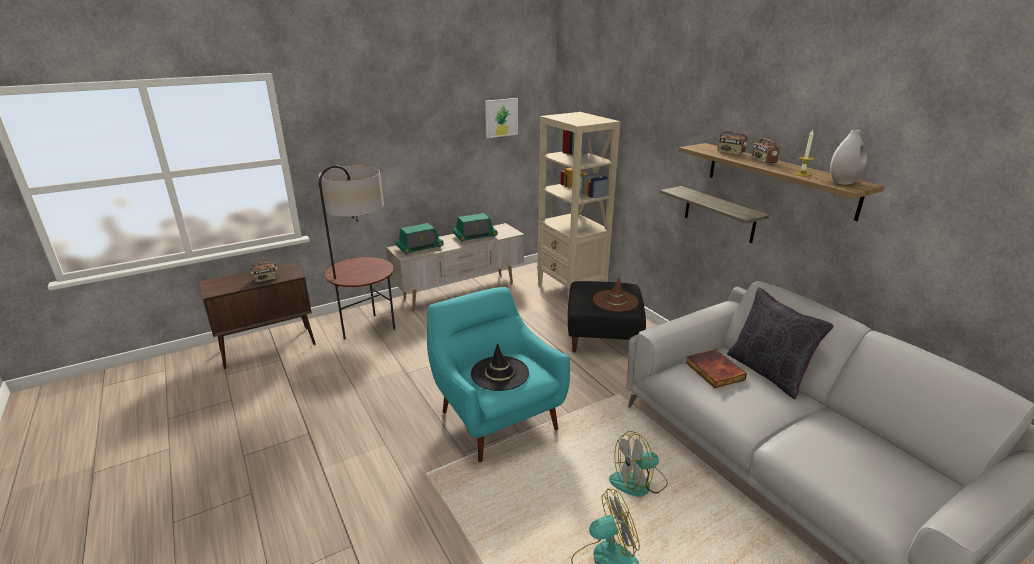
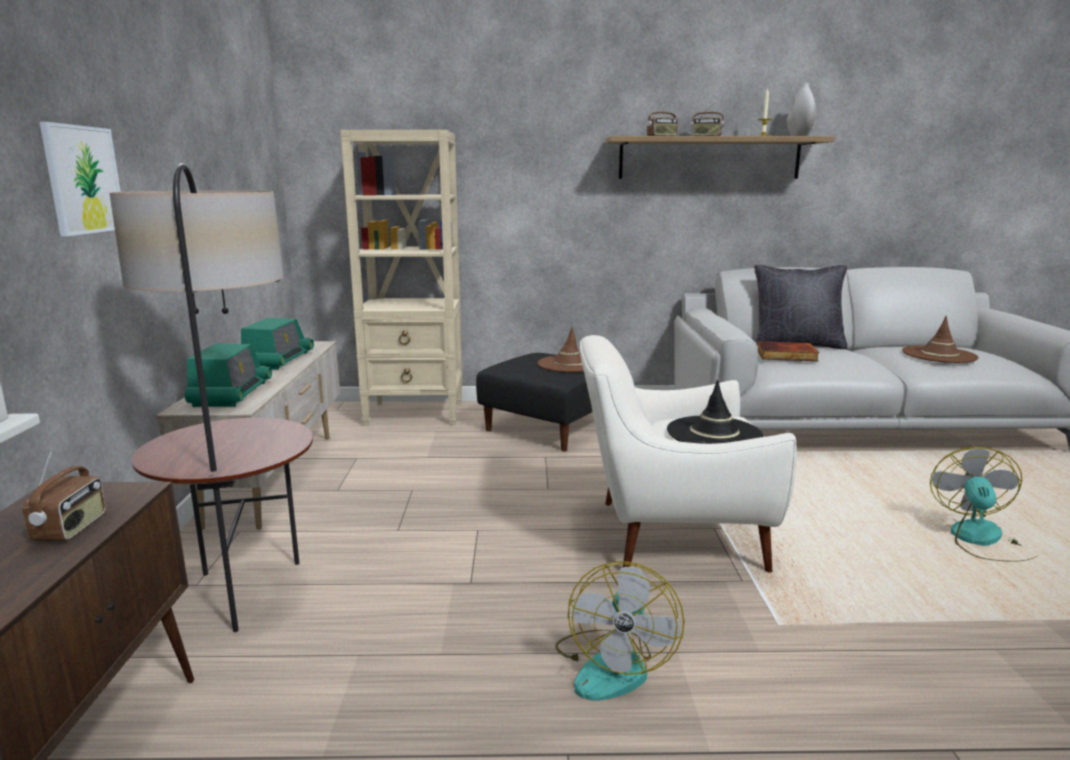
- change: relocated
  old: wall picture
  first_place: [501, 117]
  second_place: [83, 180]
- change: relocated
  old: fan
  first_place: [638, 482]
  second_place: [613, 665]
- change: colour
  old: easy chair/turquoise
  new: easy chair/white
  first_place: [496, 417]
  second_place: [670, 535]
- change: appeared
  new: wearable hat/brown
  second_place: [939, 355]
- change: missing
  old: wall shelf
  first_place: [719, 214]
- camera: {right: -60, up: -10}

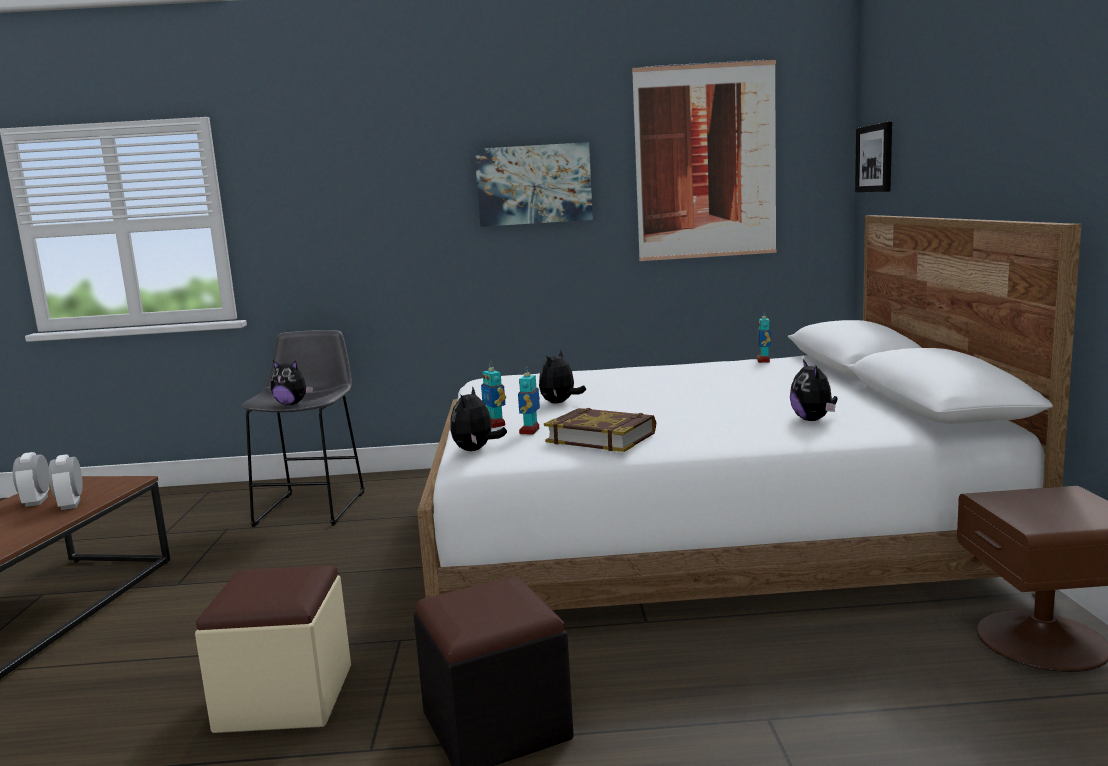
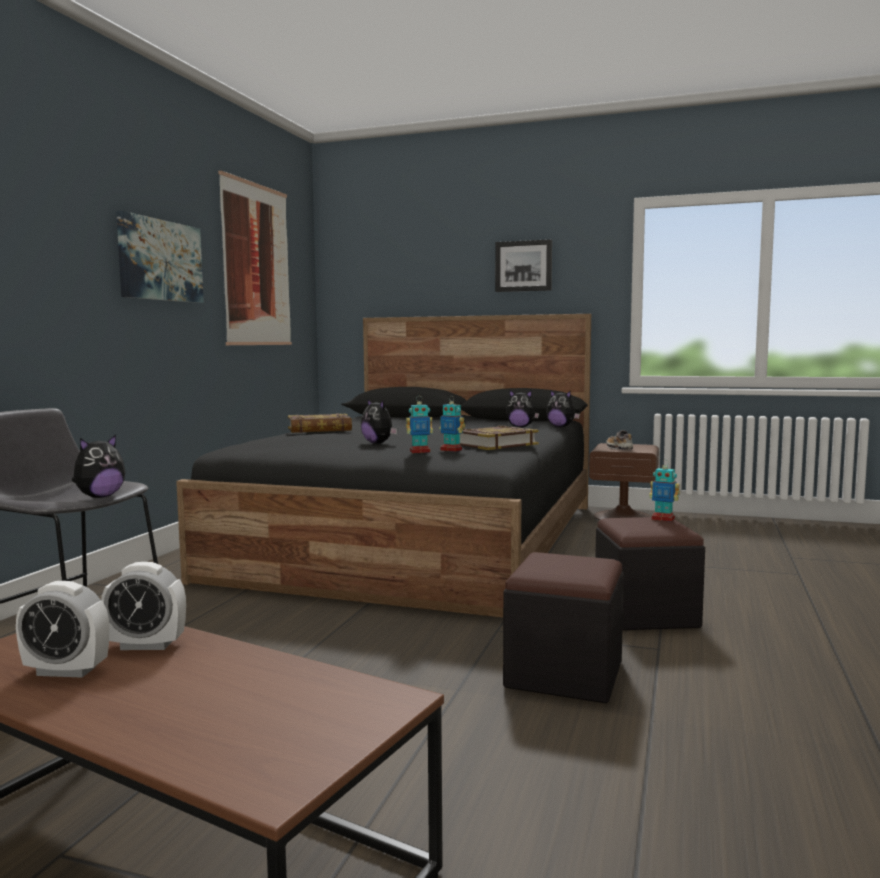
- change: colour
  old: bed/white
  new: bed/black-coloured
  first_place: [699, 534]
  second_place: [423, 539]
- change: appeared
  new: bound book
  second_place: [319, 429]
- change: relocated
  old: wall picture
  first_place: [875, 158]
  second_place: [523, 266]
- change: colour
  old: ottoman/beige-coloured
  new: ottoman/black-coloured
  first_place: [285, 698]
  second_place: [564, 674]
- change: relocated
  old: plush toy
  first_place: [476, 450]
  second_place: [561, 427]
- change: appeared
  new: low shoe
  second_place: [619, 448]
- change: relocated
  old: toy robot
  first_place: [763, 360]
  second_place: [663, 519]
- camera: {right: -70, up: -5}

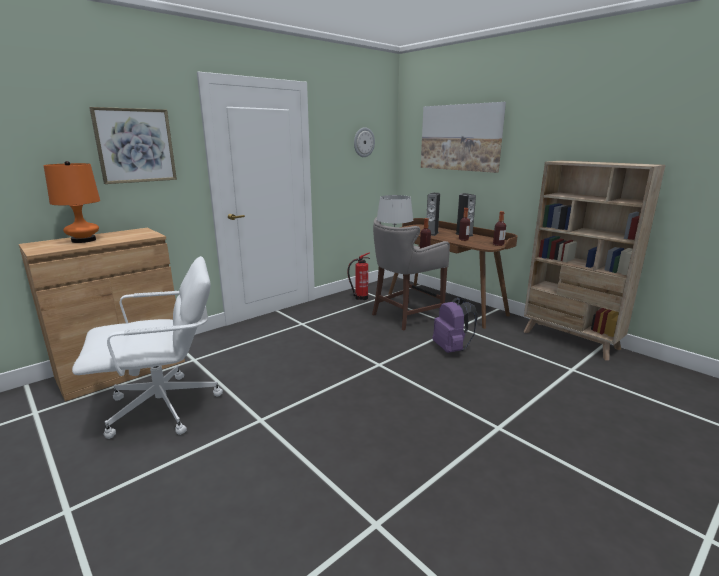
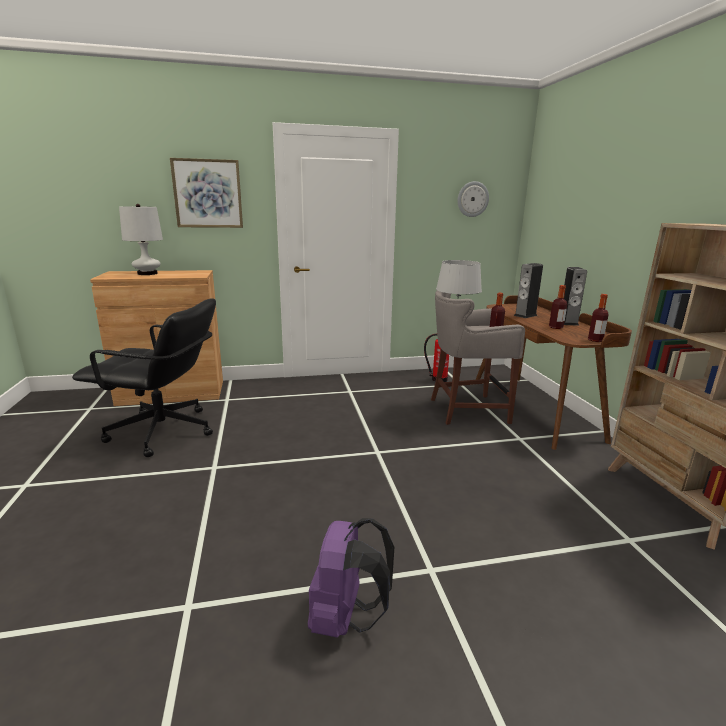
- change: colour
  old: computer chair/white
  new: computer chair/black-coloured
  first_place: [165, 407]
  second_place: [163, 432]
- change: colour
  old: lamp for a table/orange
  new: lamp for a table/white
  first_place: [84, 240]
  second_place: [147, 273]
- change: relocated
  old: backpack/purplish
  first_place: [451, 349]
  second_place: [346, 617]
- change: missing
  old: wall picture
  first_place: [460, 137]
- camera: {right: 30, up: 0}

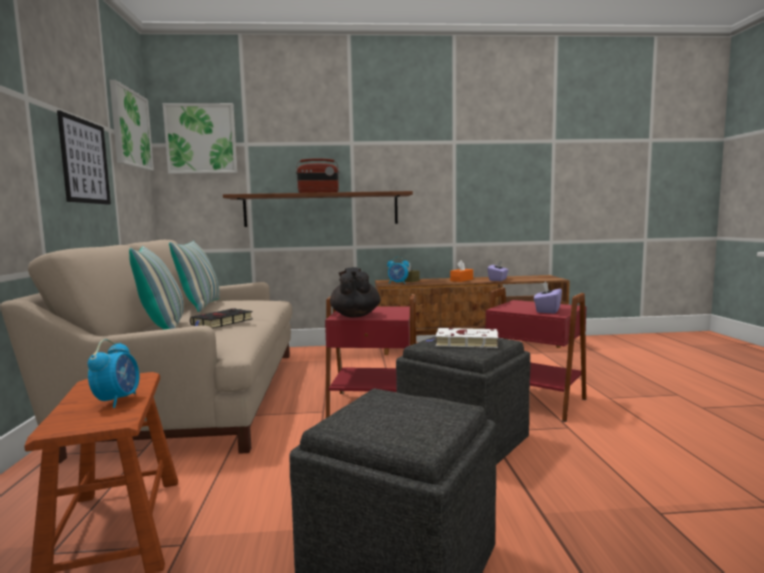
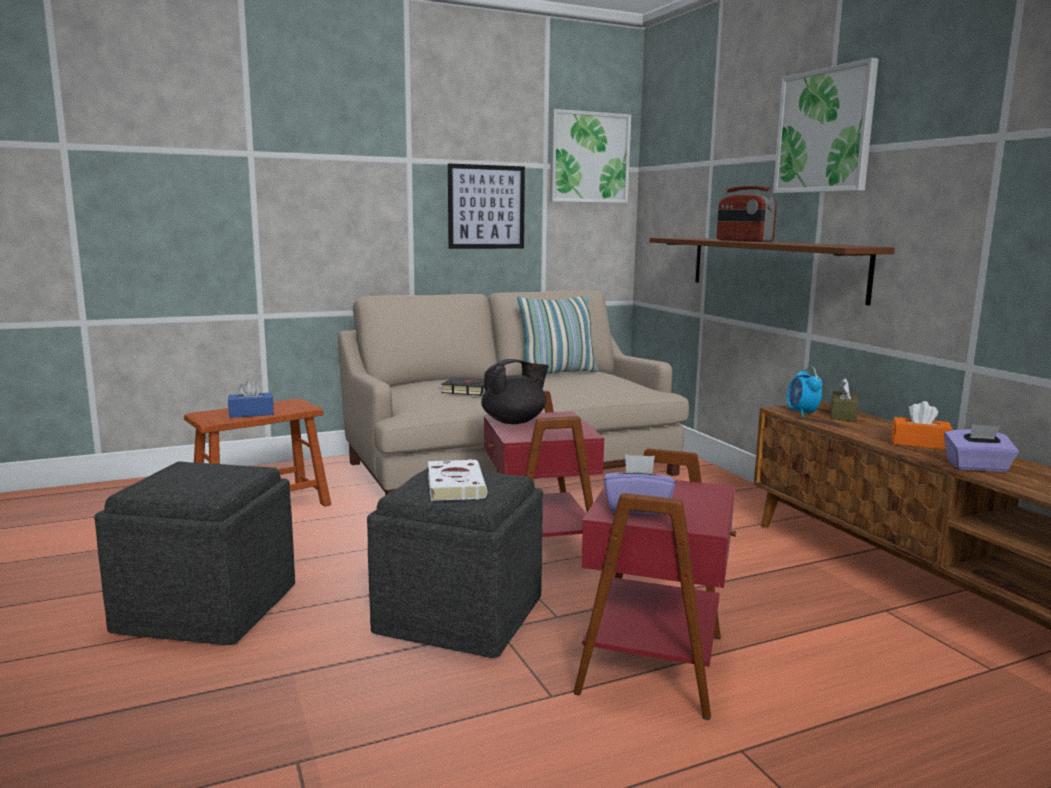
- change: exchanged
  old: bedside clock
  new: tissue box/blue-coloured
  first_place: [117, 400]
  second_place: [251, 413]
- change: relocated
  old: wall picture
  first_place: [201, 139]
  second_place: [824, 131]
- change: missing
  old: pillow
  first_place: [163, 328]
- camera: {right: 70, up: 5}

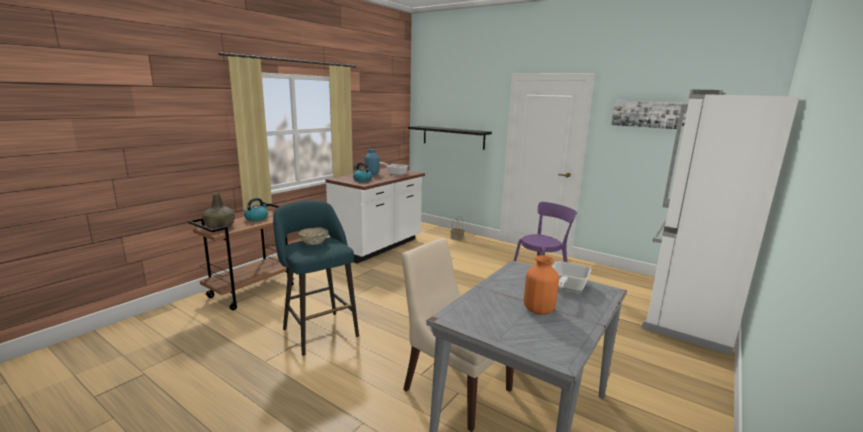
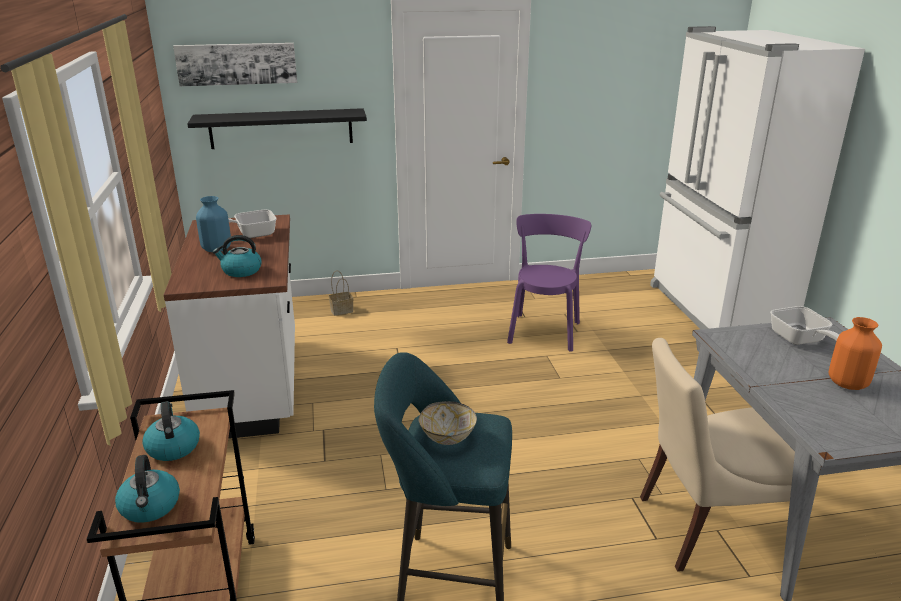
- change: exchanged
  old: bottle/green
  new: tea kettle
  first_place: [220, 226]
  second_place: [150, 507]
- change: relocated
  old: wall picture
  first_place: [653, 114]
  second_place: [237, 64]
- camera: {right: -45, up: 10}

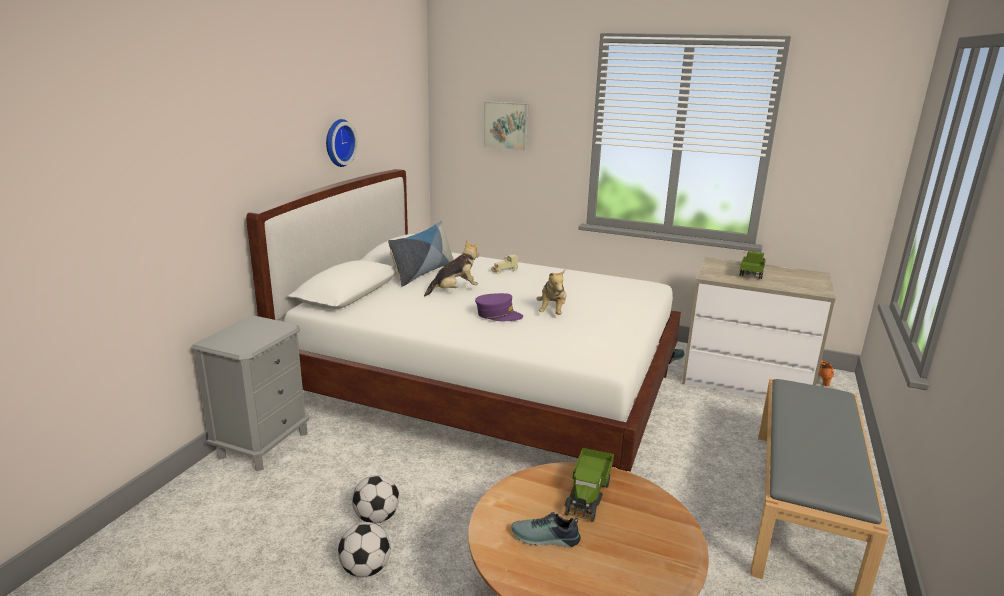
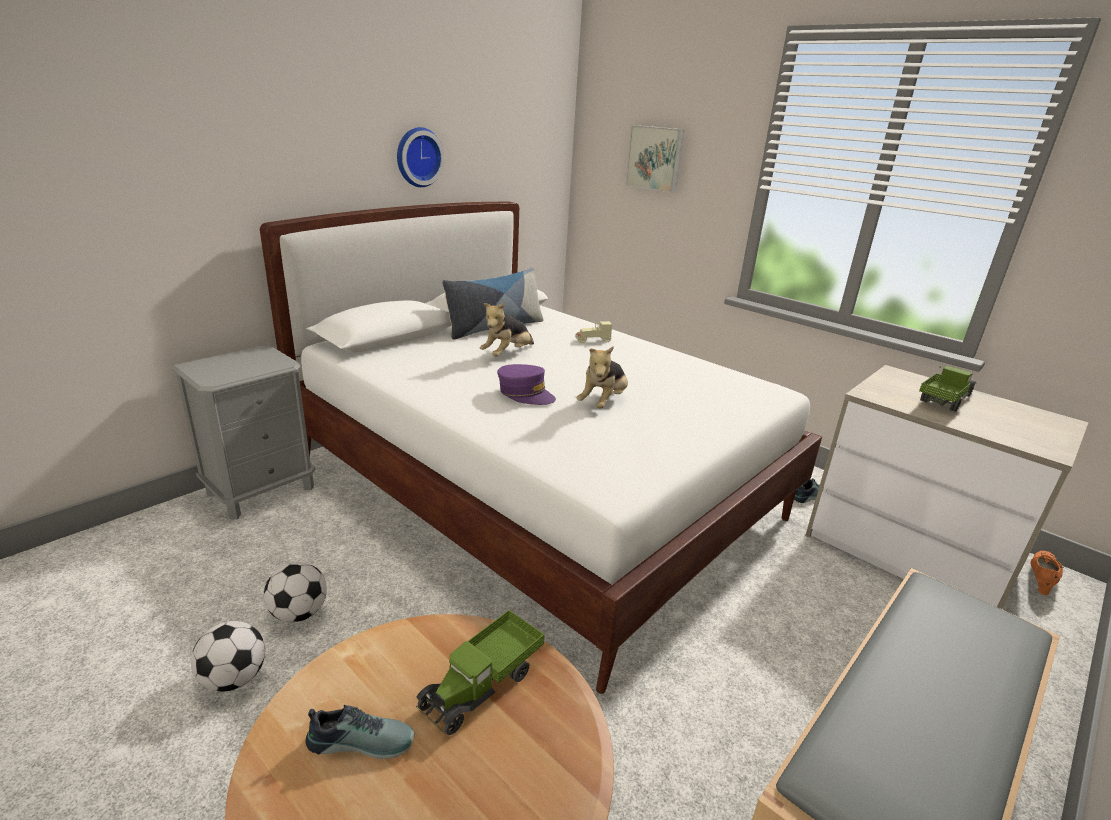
- change: spun
  old: low shoe
  first_place: [545, 539]
  second_place: [362, 739]
  degrees: 150
- change: spun
  old: plush toy
  first_place: [454, 291]
  second_place: [507, 354]
  degrees: 135
- camera: {right: 20, up: 5}

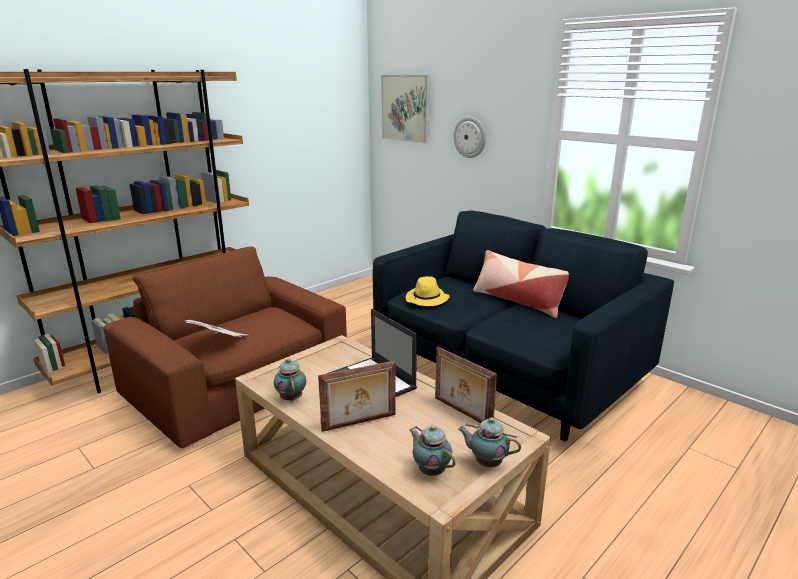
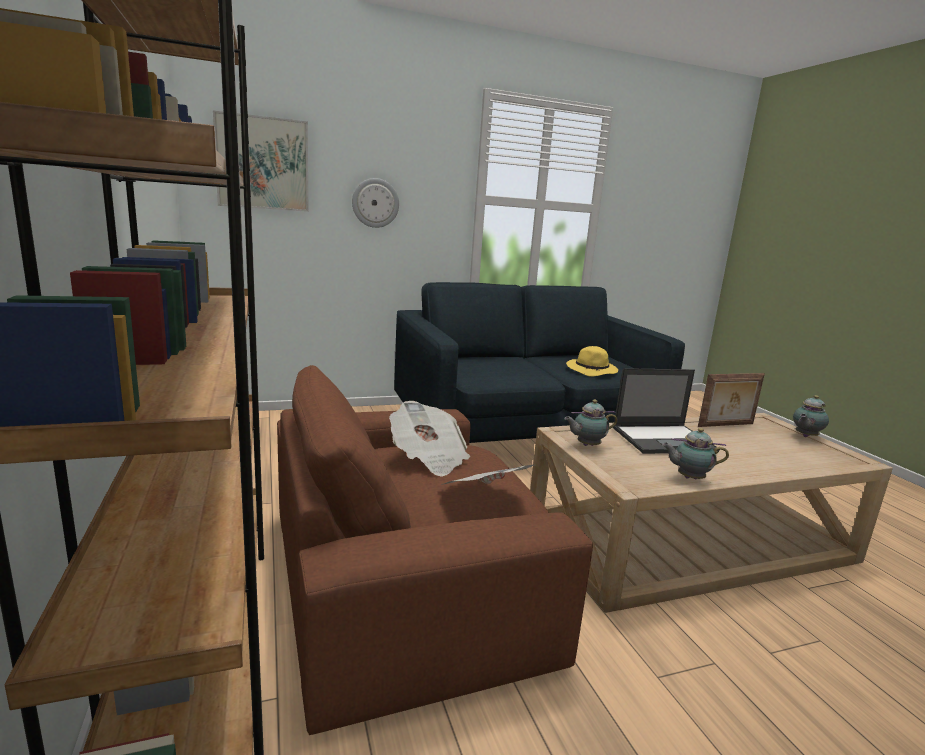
- change: appeared
  new: newspaper
  second_place: [428, 458]
- change: relocated
  old: teapot
  first_place: [430, 470]
  second_place: [586, 445]
- change: relocated
  old: wearable hat/yellowish
  first_place: [427, 300]
  second_place: [592, 371]
- change: missing
  old: picture frame
  first_place: [359, 423]
- change: missing
  old: pillow
  first_place: [517, 301]
- camera: {right: -65, up: -5}

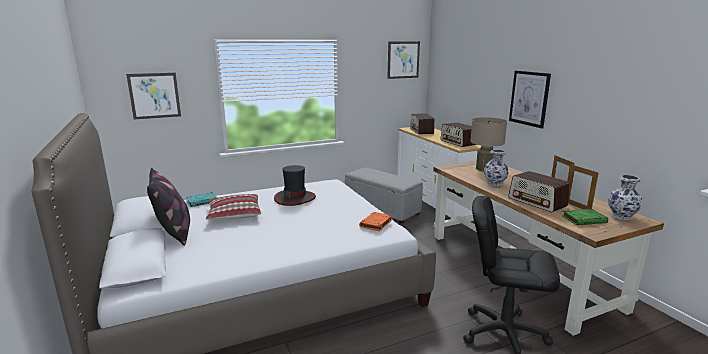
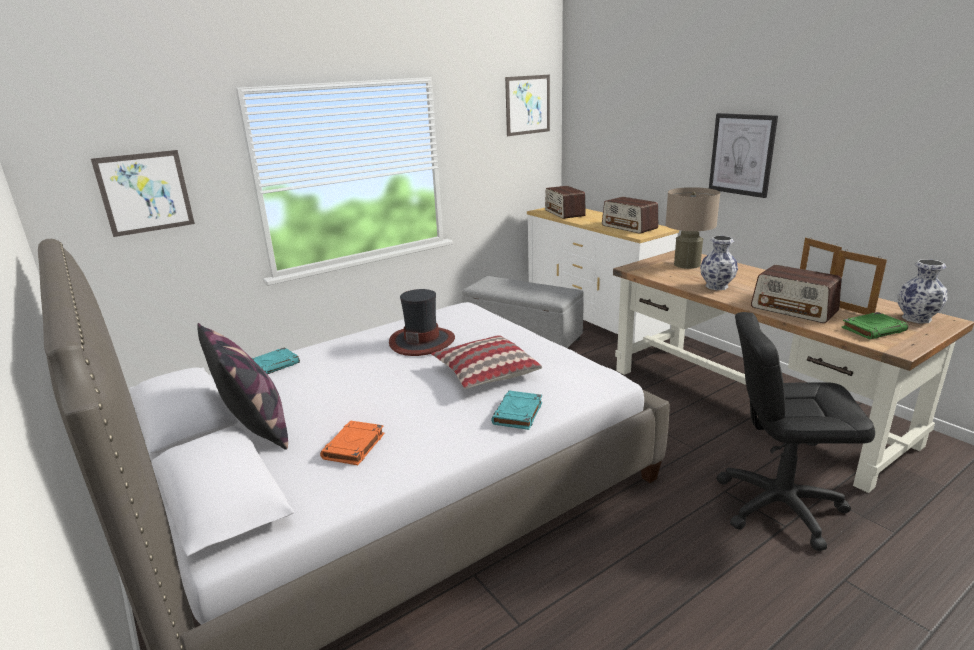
- change: relocated
  old: bound book/orange
  first_place: [376, 224]
  second_place: [354, 447]
- change: relocated
  old: pillow
  first_place: [234, 214]
  second_place: [485, 373]
- change: appeared
  new: bound book/turquoise
  second_place: [518, 414]
- camera: {right: -10, up: 5}

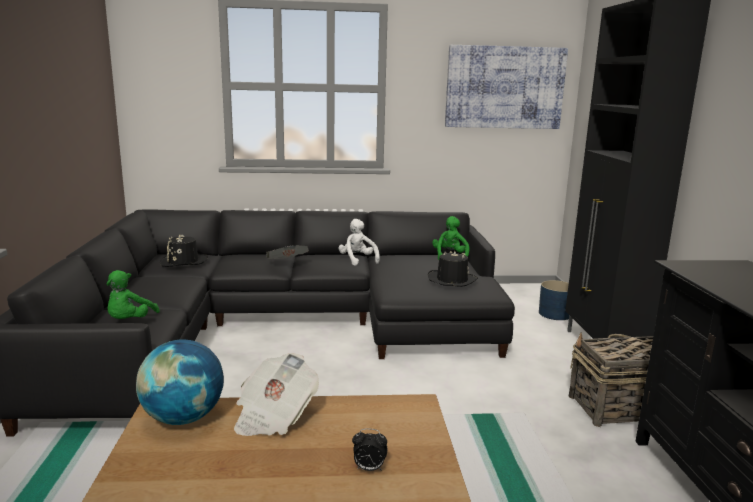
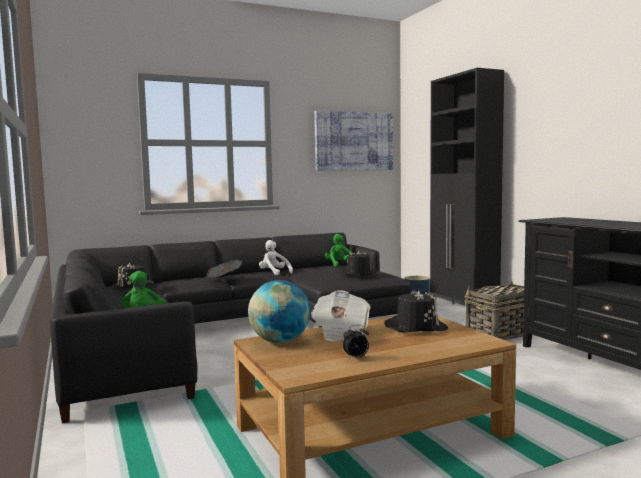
- change: relocated
  old: bedside clock
  first_place: [369, 469]
  second_place: [356, 358]
- change: appeared
  new: wearable hat/black-coloured
  second_place: [415, 327]
- camera: {right: -20, up: -10}

